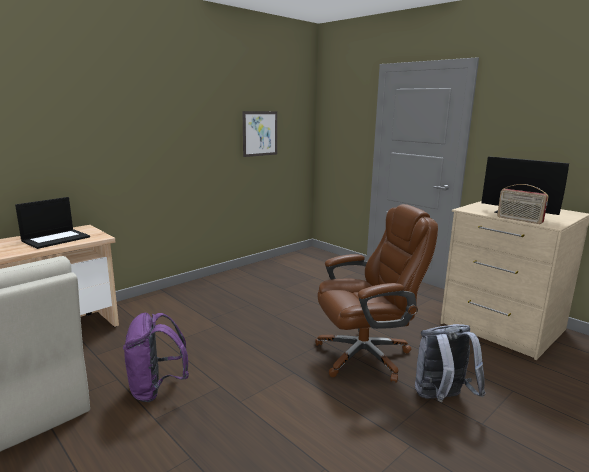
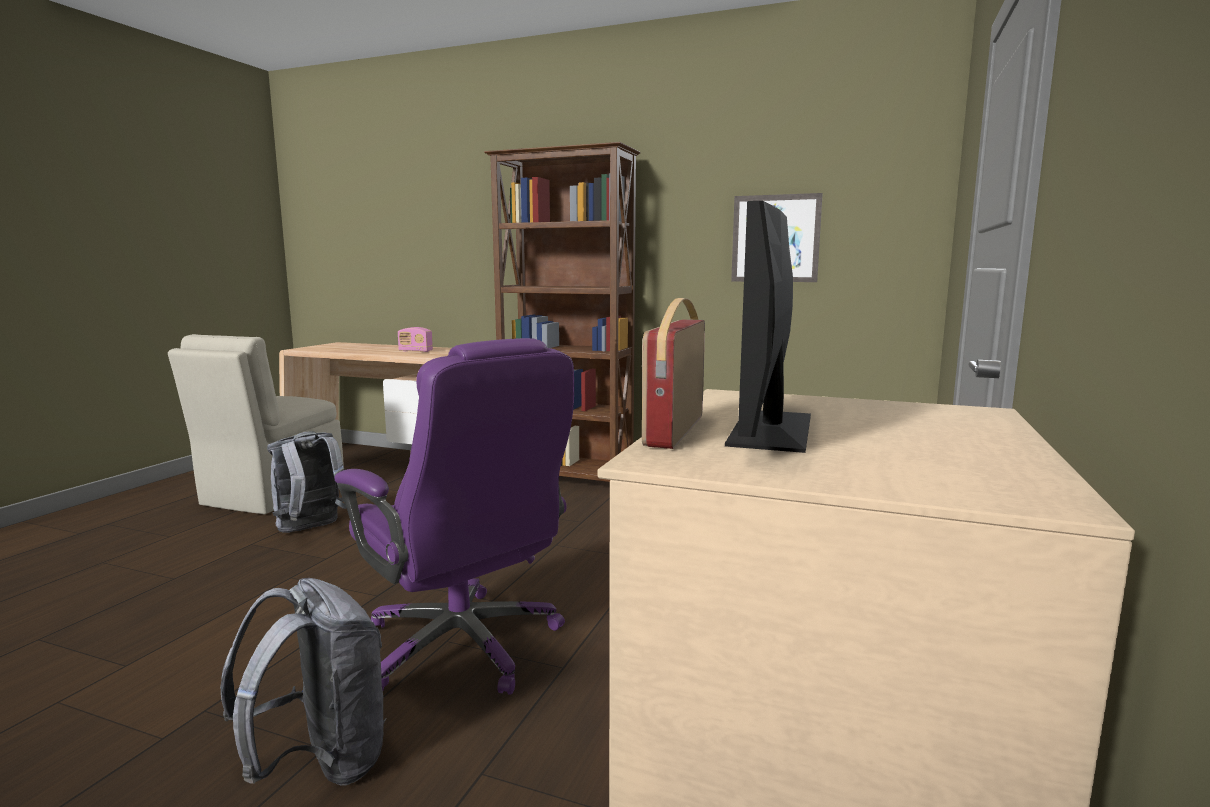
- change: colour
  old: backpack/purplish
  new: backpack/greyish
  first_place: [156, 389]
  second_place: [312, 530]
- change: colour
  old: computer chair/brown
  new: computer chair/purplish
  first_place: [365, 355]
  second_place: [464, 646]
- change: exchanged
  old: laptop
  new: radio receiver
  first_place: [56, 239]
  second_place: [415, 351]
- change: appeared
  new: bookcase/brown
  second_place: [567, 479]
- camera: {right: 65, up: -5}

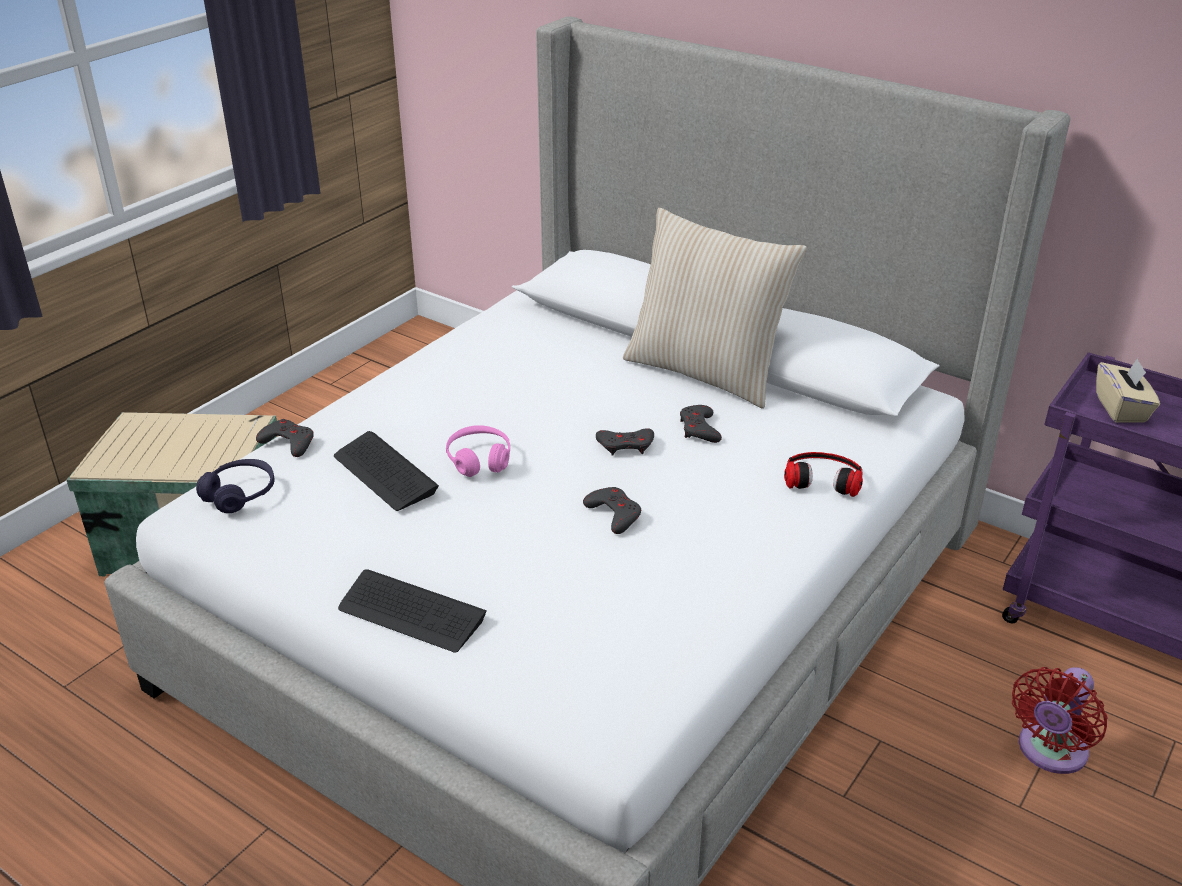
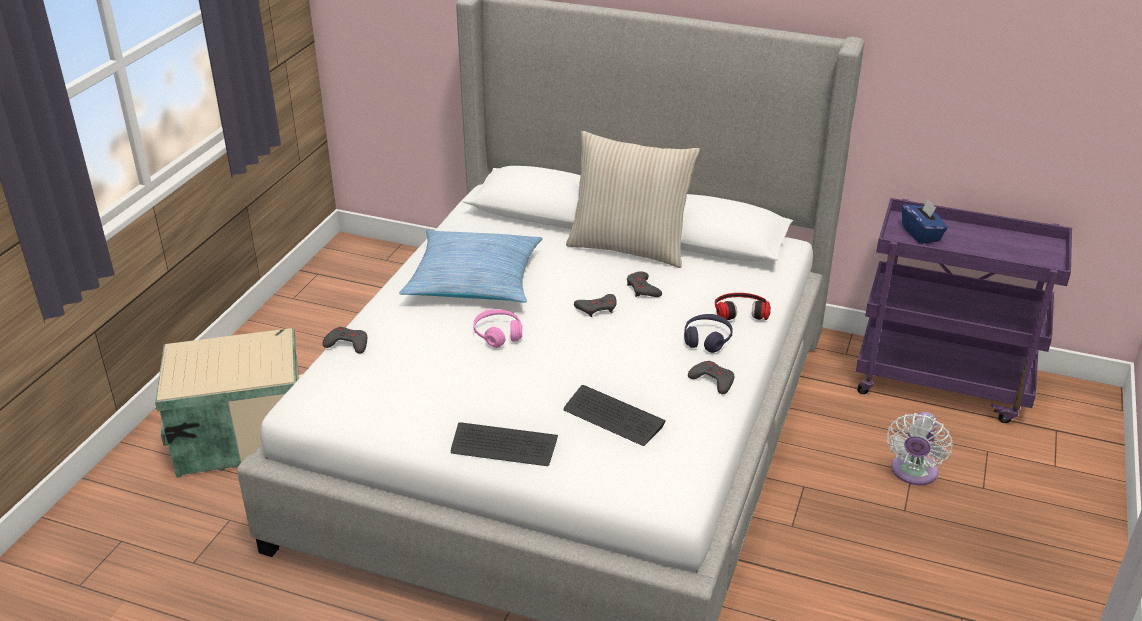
- change: appeared
  new: pillow
  second_place: [474, 280]
- change: relocated
  old: keyboard
  first_place: [385, 473]
  second_place: [613, 417]
- change: relocated
  old: headset/purplish
  first_place: [240, 494]
  second_place: [707, 339]
- change: relocated
  old: gamepad/greyish
  first_place: [614, 514]
  second_place: [712, 380]
- change: colour
  old: fan/red
  new: fan/white
  first_place: [1049, 752]
  second_place: [913, 473]
- change: colour
  old: tissue box/beige-coloured
  new: tissue box/blue-coloured
  first_place: [1121, 409]
  second_place: [921, 234]
- camera: {right: -15, up: 0}

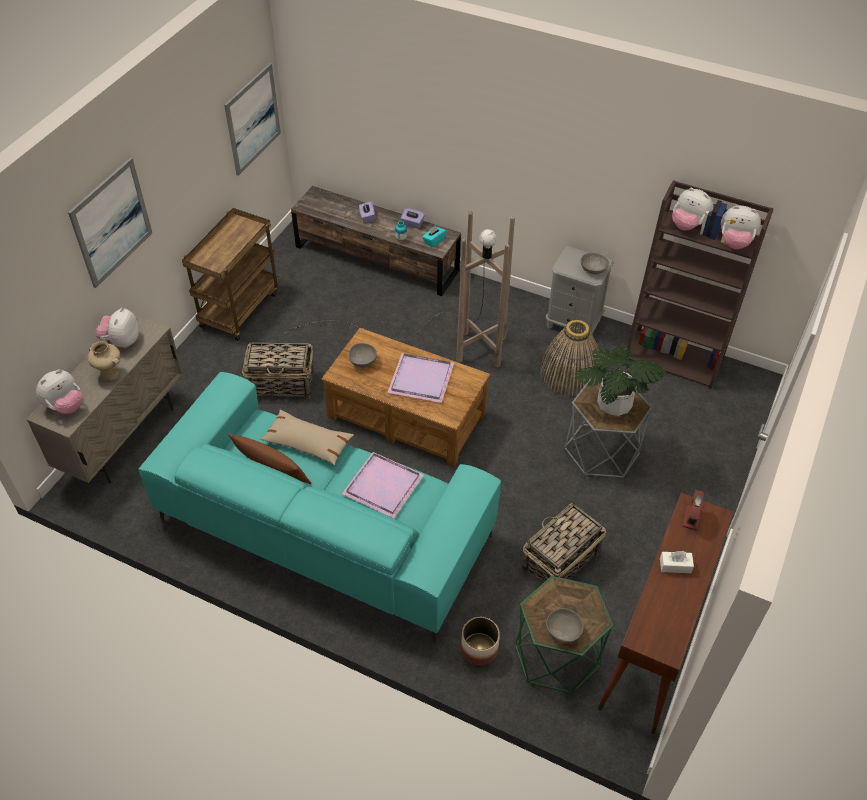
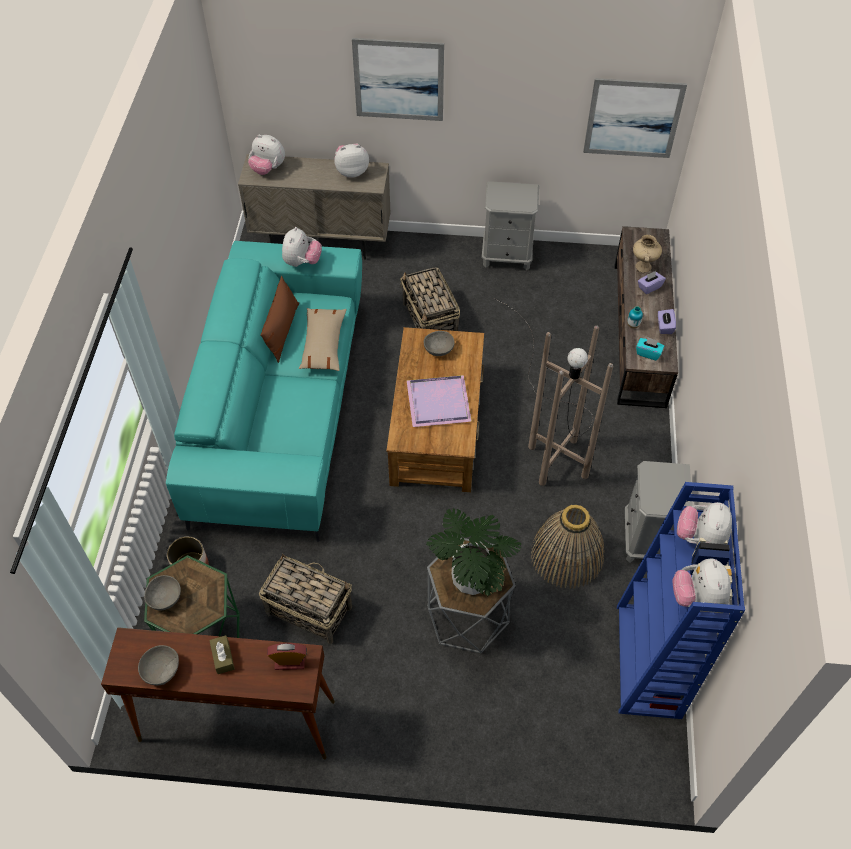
- change: relocated
  old: deep dish/greyish
  first_place: [592, 270]
  second_place: [162, 670]
- change: colour
  old: tissue box/white
  new: tissue box/brown
  first_place: [675, 565]
  second_place: [223, 657]
- change: appeared
  new: plush toy
  second_place: [302, 262]
- change: exchanged
  old: wheeled cart/brown
  new: nightstand/greyish
  first_place: [239, 308]
  second_place: [507, 255]
- change: colour
  old: bookcase/brown
  new: bookcase/blue-coloured
  first_place: [675, 358]
  second_place: [649, 661]
- change: relocated
  old: vase/beige-coloured
  first_place: [109, 374]
  second_place: [643, 266]
- change: missing
  old: tray/purplish
  first_place: [381, 486]
- camera: {right: 70, up: 5}

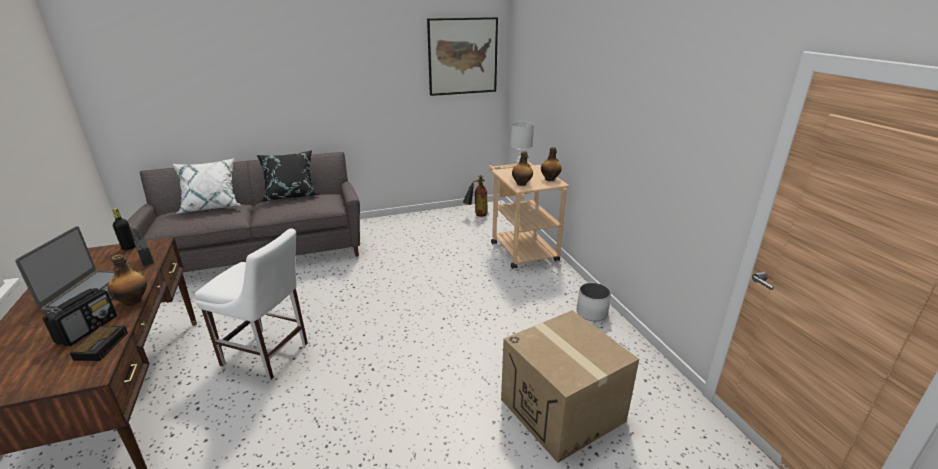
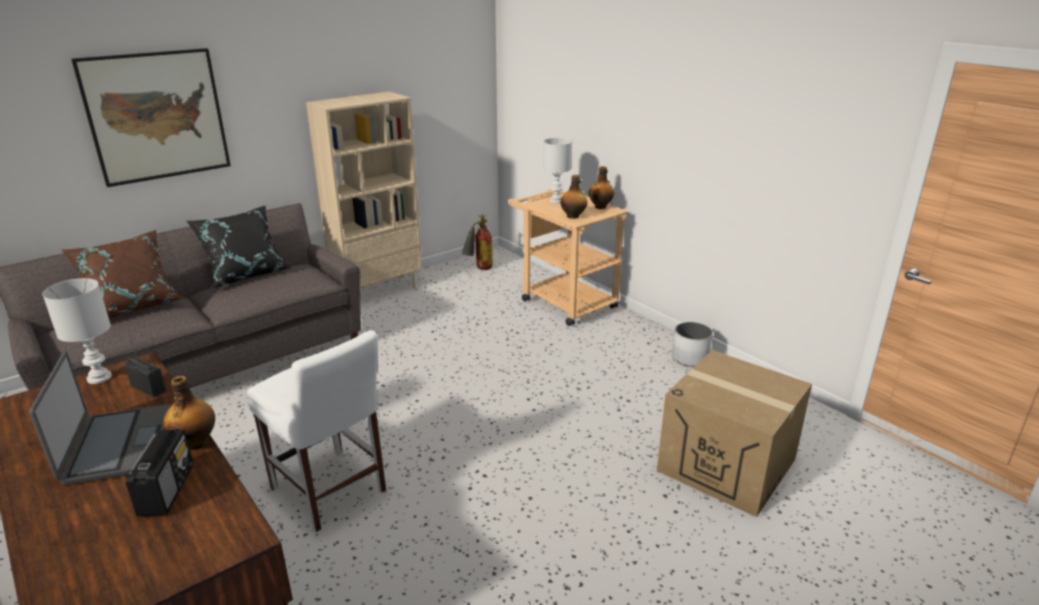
- change: exchanged
  old: bottle/black-coloured
  new: lamp for a table/white
  first_place: [129, 247]
  second_place: [98, 378]
- change: colour
  old: pillow/white
  new: pillow/brown
  first_place: [212, 206]
  second_place: [133, 307]
- change: relocated
  old: wall picture
  first_place: [462, 56]
  second_place: [156, 116]
- change: spun
  old: plain chair/white
  first_place: [268, 355]
  second_place: [331, 492]
  degrees: 45
- change: appeared
  new: bookcase/beige-coloured
  second_place: [378, 291]
- change: missing
  old: bedside clock
  first_place: [102, 345]
- camera: {right: -20, up: 0}

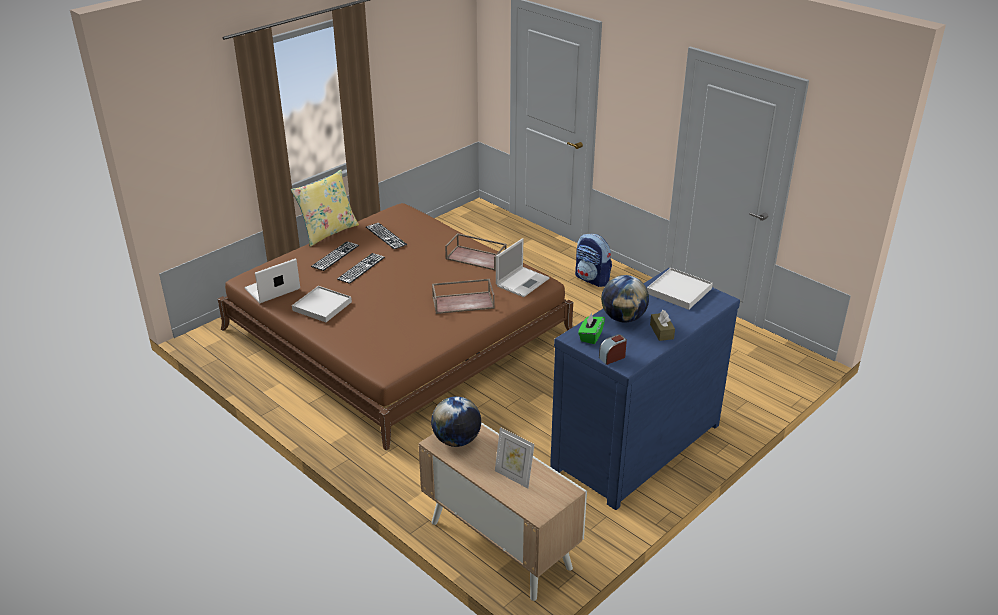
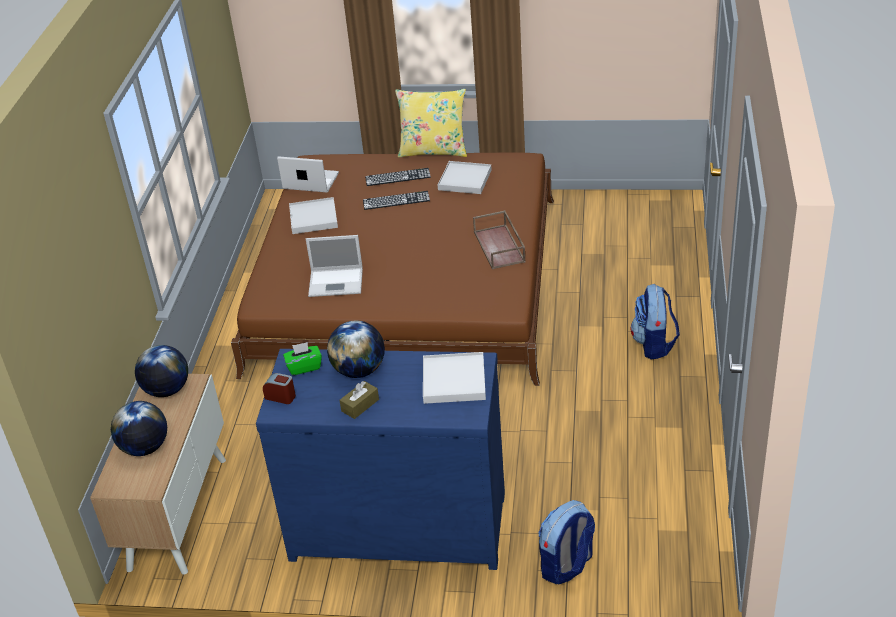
- change: exchanged
  old: picture frame
  new: world globe
  first_place: [513, 477]
  second_place: [145, 448]
- change: relocated
  old: laptop
  first_place: [523, 281]
  second_place: [337, 282]
- change: exchanged
  old: keyboard
  new: tray/white
  first_place: [386, 236]
  second_place: [465, 180]
- change: appeared
  new: backpack
  second_place: [566, 566]
- change: missing
  old: tray/brown
  first_place: [463, 302]
- camera: {right: 55, up: 5}

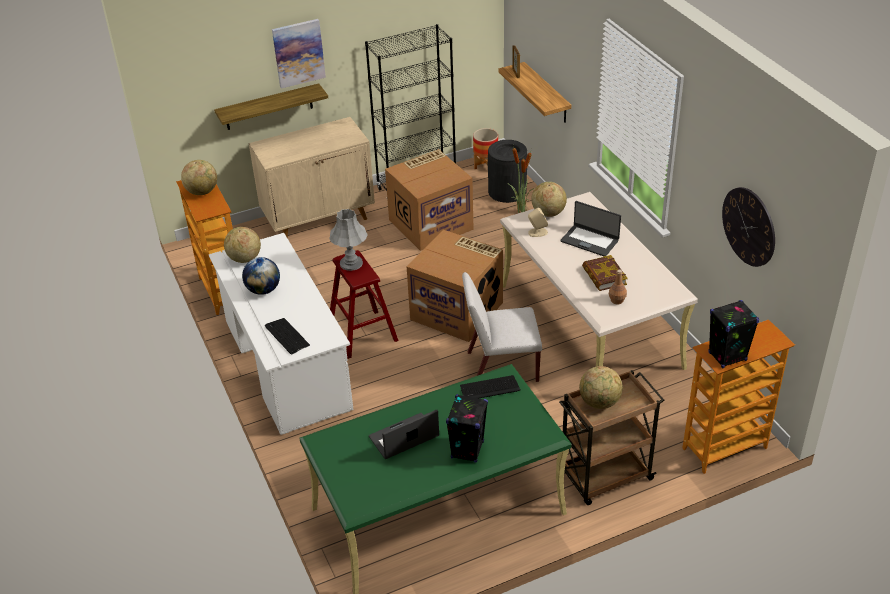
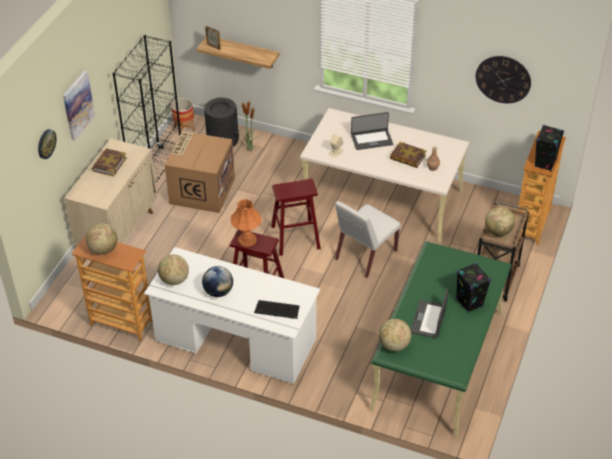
- change: appeared
  new: wall clock
  second_place: [46, 143]
- change: appeared
  new: bound book
  second_place: [109, 164]
- change: colour
  old: lamp for a table/greyish
  new: lamp for a table/orange
  first_place: [351, 263]
  second_place: [247, 240]
- change: exchanged
  old: packing box
  new: stool/red
  first_place: [458, 311]
  second_place: [295, 237]
- change: relocated
  old: world globe
  first_place: [548, 213]
  second_place: [394, 345]
- change: missing
  old: wall shelf
  first_place: [269, 107]
- change: missing
  old: keyboard
  first_place: [489, 389]
- camera: {right: -45, up: 5}

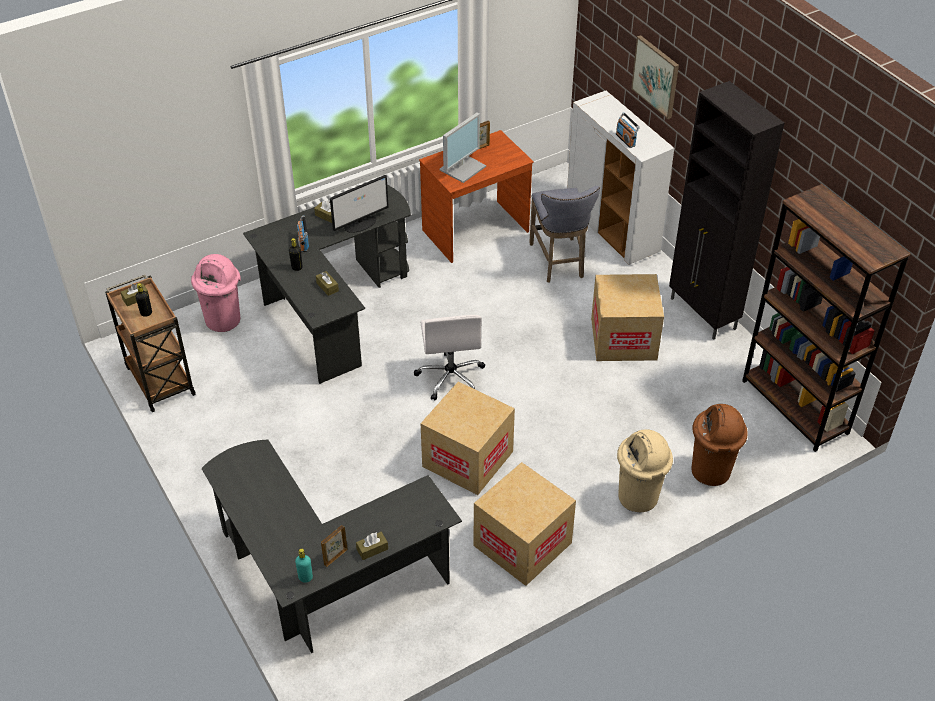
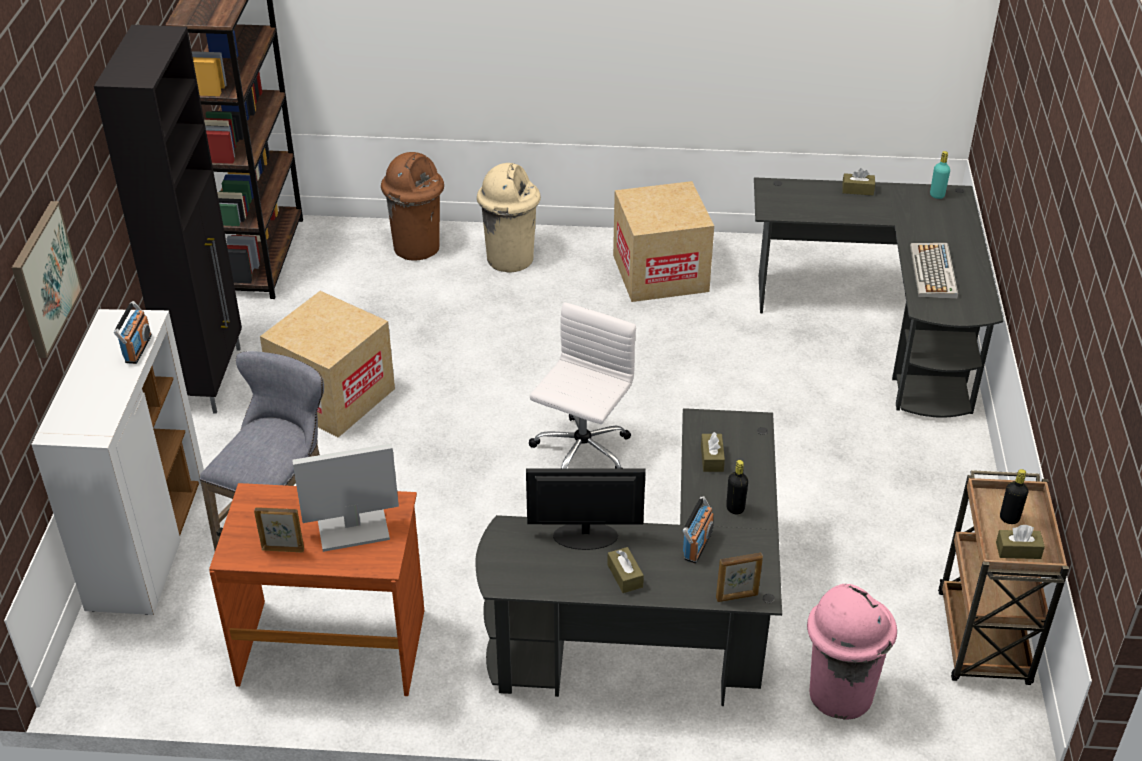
- change: relocated
  old: picture frame
  first_place: [335, 557]
  second_place: [737, 597]
- change: appeared
  new: keyboard
  second_place: [934, 272]
- change: missing
  old: packing box
  first_place: [467, 459]
- camera: {right: -145, up: -5}

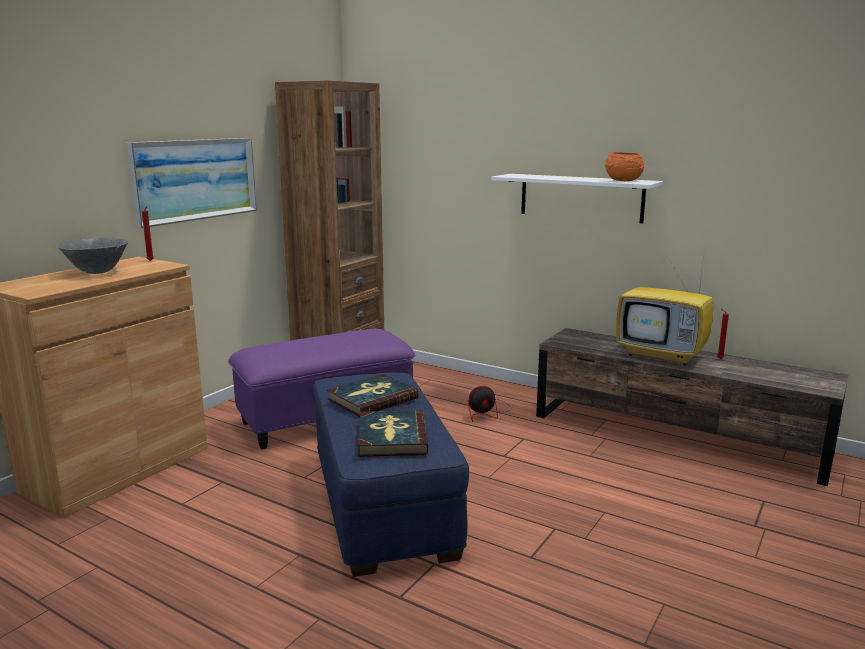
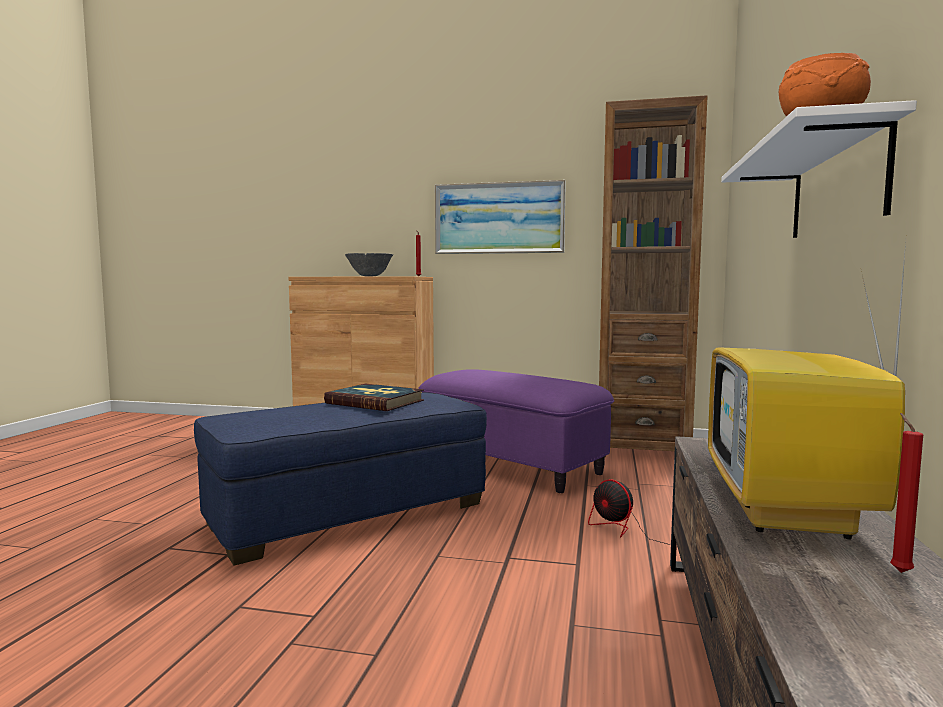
- change: missing
  old: bound book
  first_place: [391, 437]
- camera: {right: 70, up: -10}

